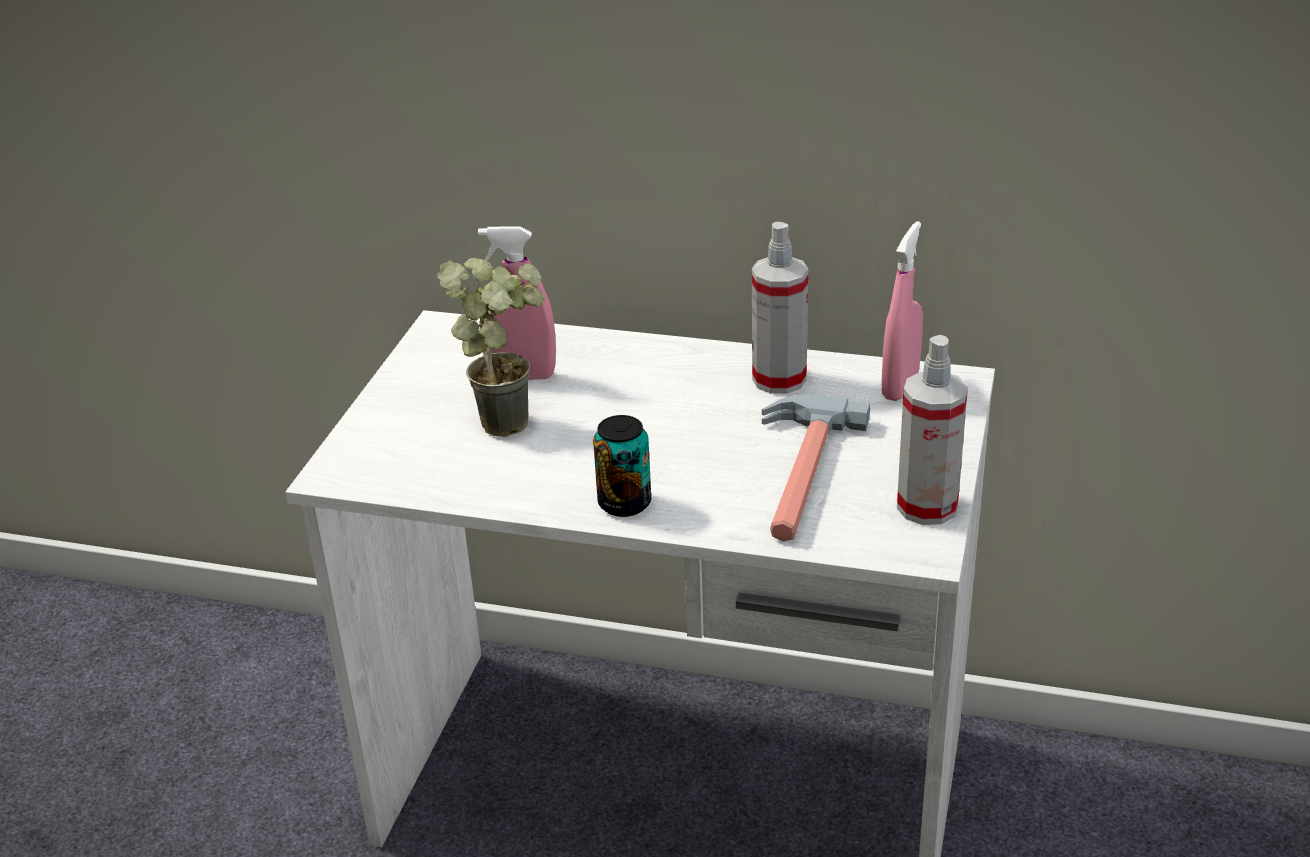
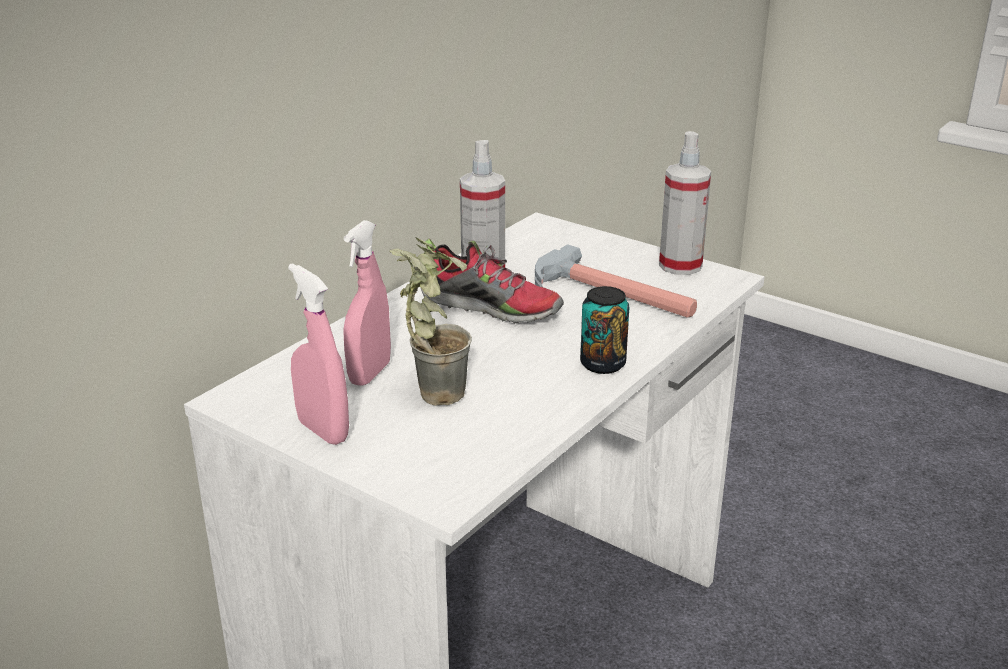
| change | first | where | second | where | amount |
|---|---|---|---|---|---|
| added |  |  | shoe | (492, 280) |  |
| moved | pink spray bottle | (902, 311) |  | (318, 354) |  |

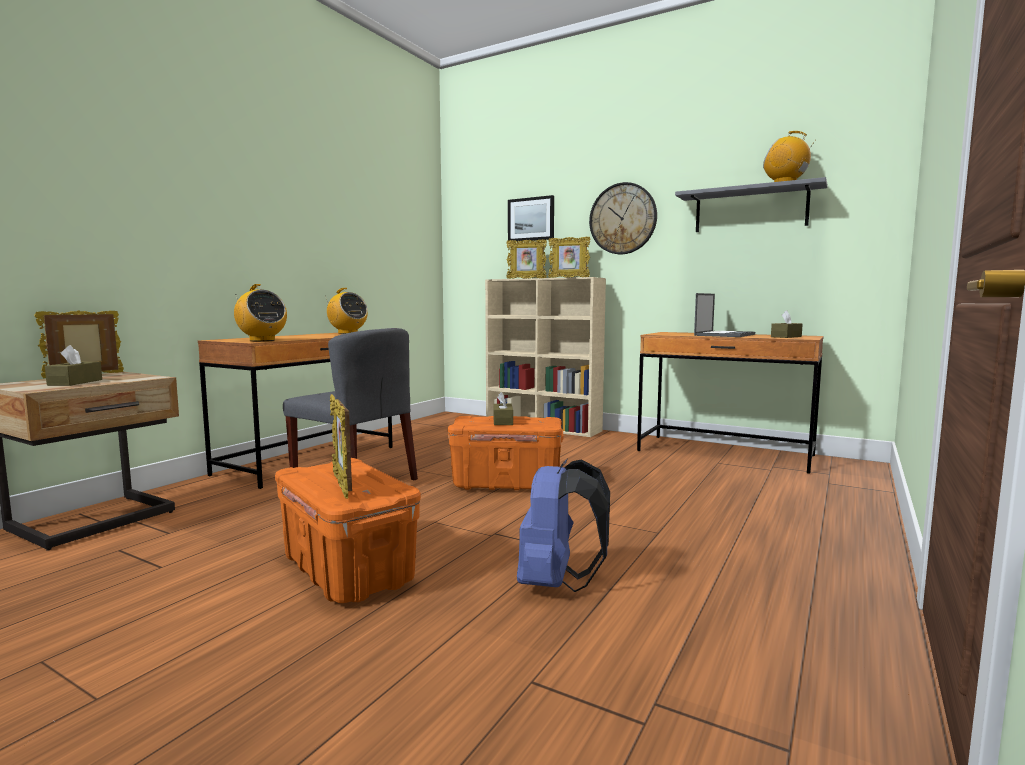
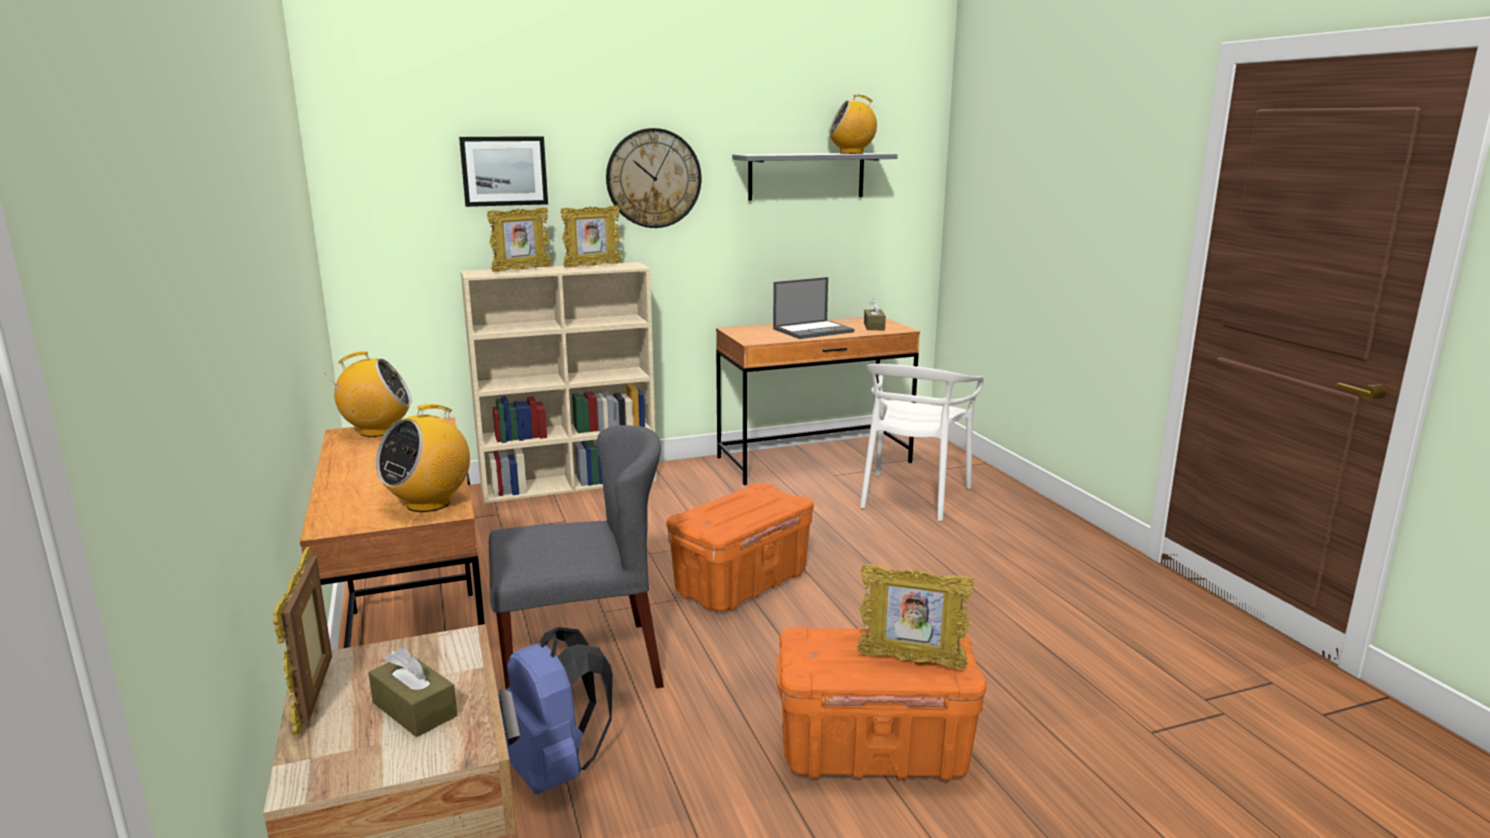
| change | first | where | second | where | amount |
|---|---|---|---|---|---|
| removed | brown tissue box | (503, 408) |  |  |  |
| added |  |  | white chair | (922, 442) |  |
| moved | blue backpack | (563, 525) |  | (555, 710) |  |
| turned | radio | (260, 312) |  | (423, 458) | 135 degrees clockwise |
| turned | laptop | (724, 315) |  | (814, 308) | 75 degrees clockwise |

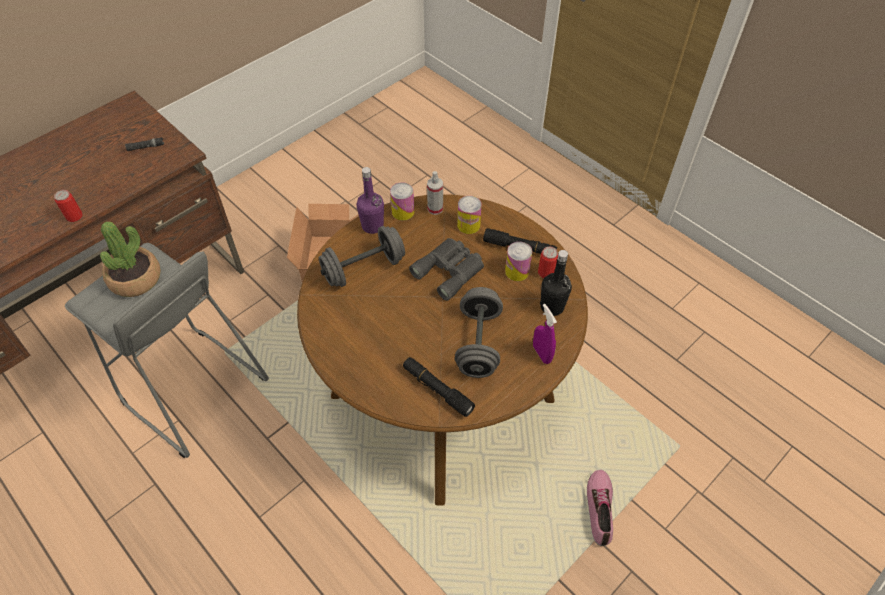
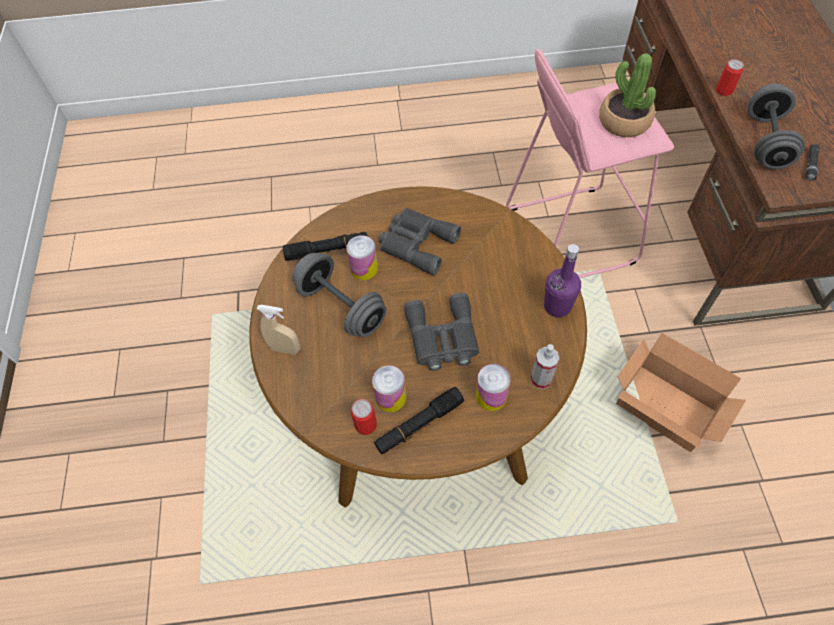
| change | first | where | second | where | amount |
|---|---|---|---|---|---|
| removed | black bottle | (556, 283) |  |  |  |
| removed | shoe | (600, 508) |  |  |  |
| added |  |  | grey binoculars | (420, 242) |  |
| moved | grey dumbbell | (362, 256) |  | (776, 126) |  |
| moved | can | (402, 201) |  | (362, 257) |  |
| recoloured | grey stool | (167, 350) | pink stool | (590, 163) |  |
| recoloured | purple spray bottle | (545, 334) | beige spray bottle | (278, 329) |  |

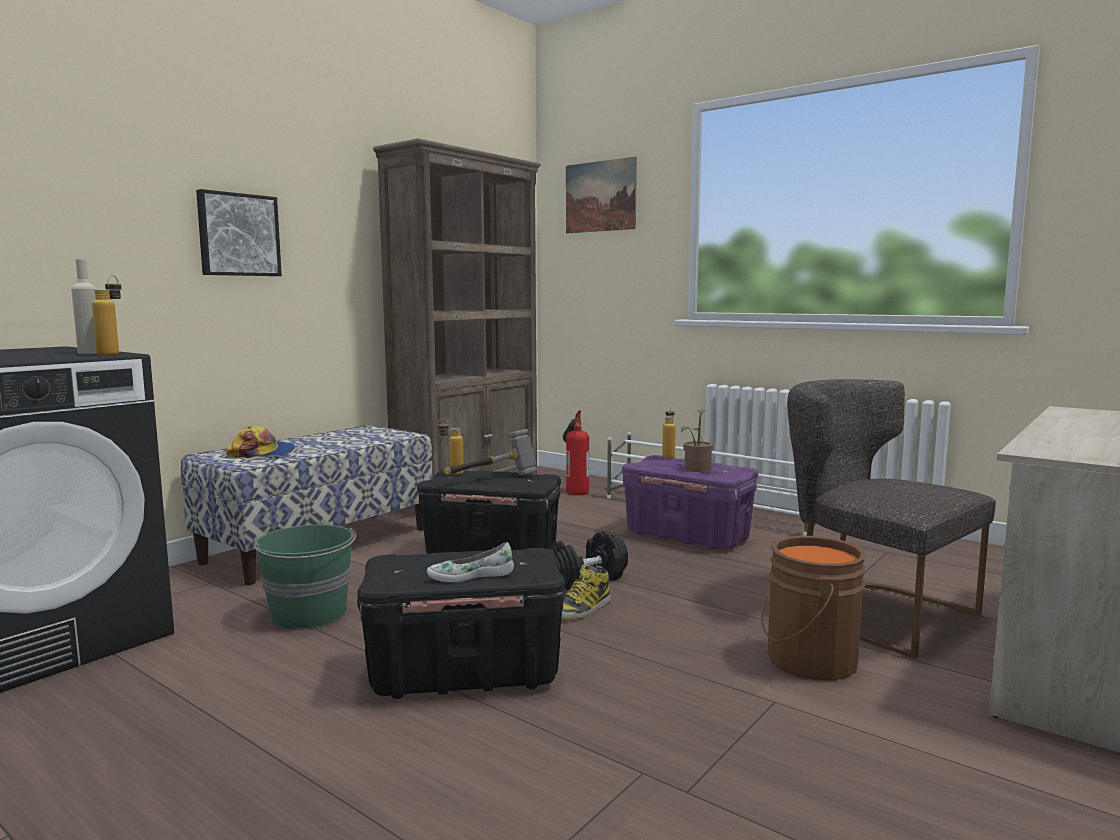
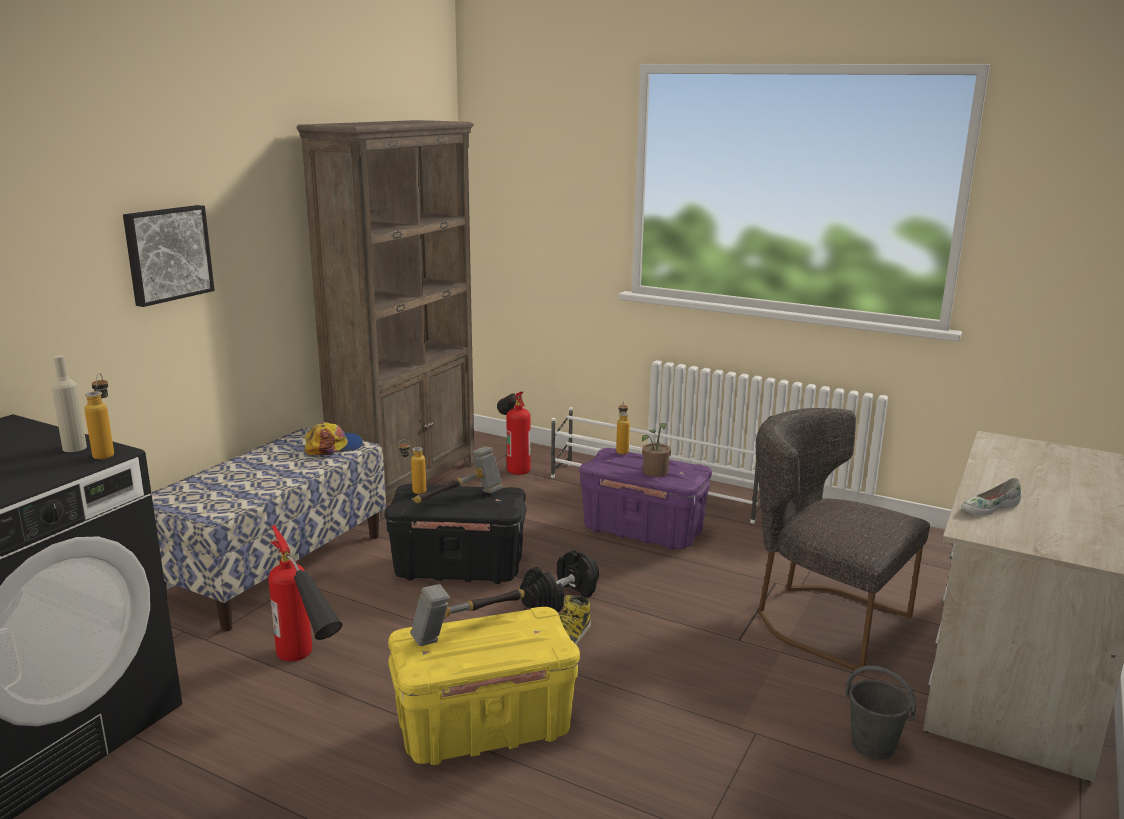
| change | first | where | second | where | amount |
|---|---|---|---|---|---|
| removed | picture | (601, 195) |  |  |  |
| removed | brown bucket | (813, 608) |  |  |  |
| added |  |  | hammer | (467, 615) |  |
| added |  |  | grey bucket | (880, 712) |  |
| moved | cap | (260, 442) |  | (334, 438) |  |
| moved | white shoe | (470, 562) |  | (991, 496) |  |
| replaced | green bucket | (304, 577) | fire extinguisher | (305, 593) |  |
| recoloured | black storage box | (461, 623) | yellow storage box | (484, 686) |  |

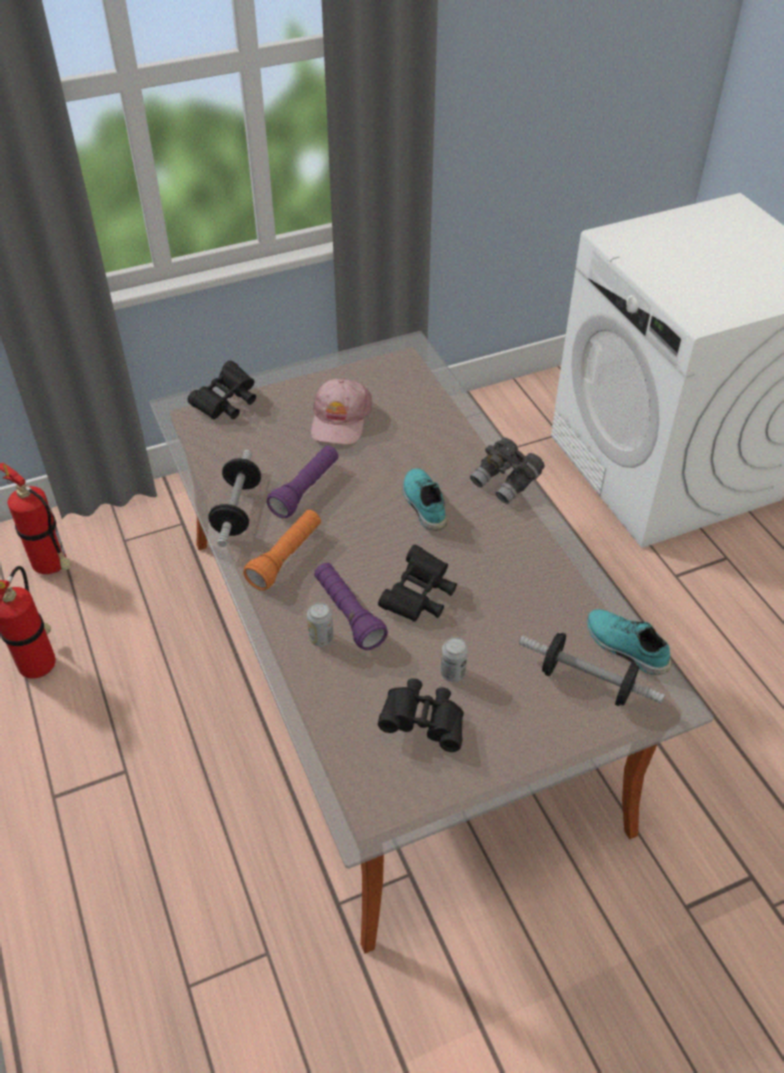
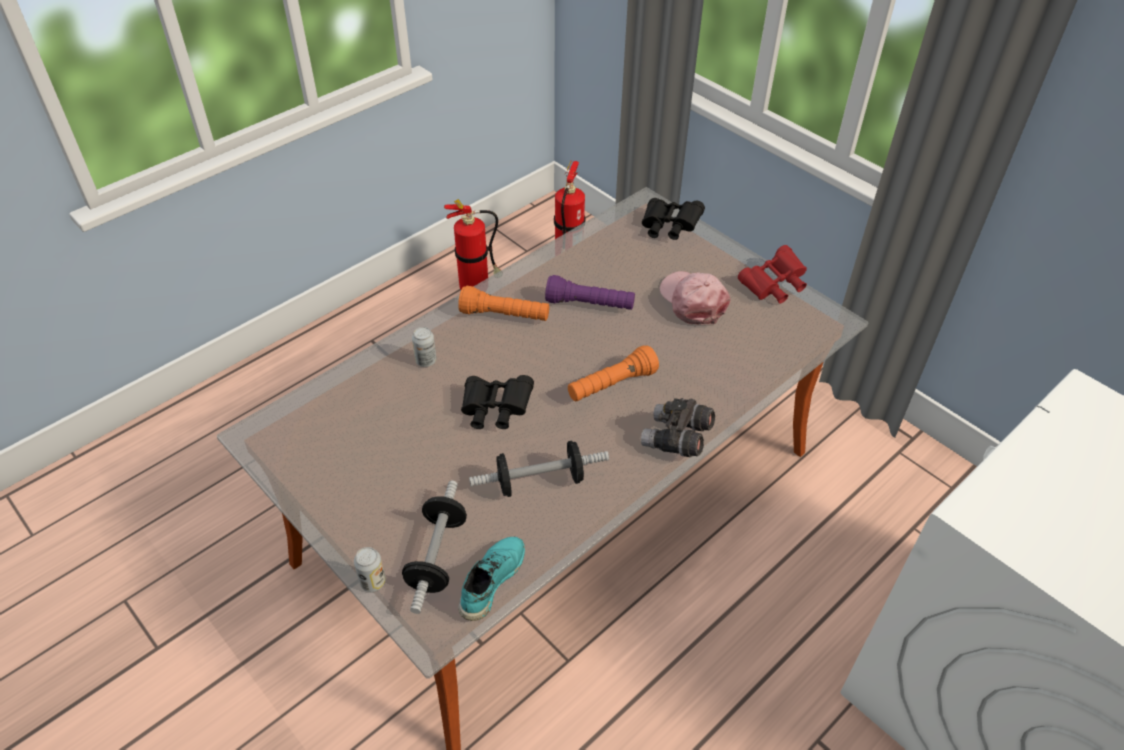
| change | first | where | second | where | amount |
|---|---|---|---|---|---|
| removed | purple flashlight | (351, 606) |  |  |  |
| removed | black binoculars | (421, 715) |  |  |  |
| added |  |  | red binoculars | (772, 274) |  |
| moved | dumbbell | (234, 498) |  | (539, 469) |  |
| moved | can | (454, 659) |  | (370, 569) |  |
| replaced | turquoise shoe | (425, 499) | orange flashlight | (613, 373) |  |
| turned | pink cap | (341, 412) |  | (695, 298) | 75 degrees clockwise |

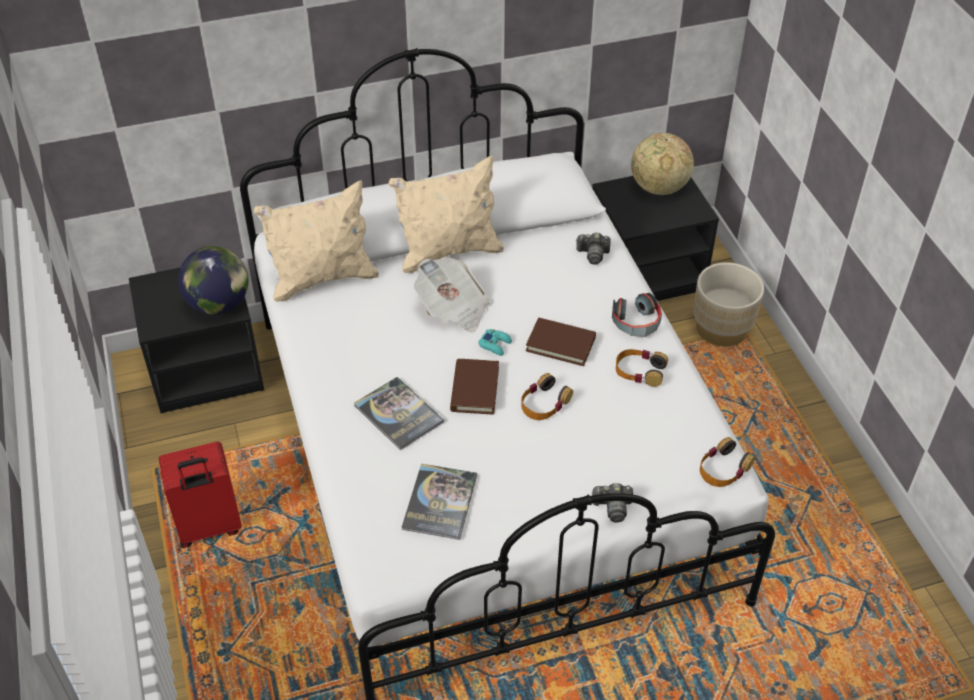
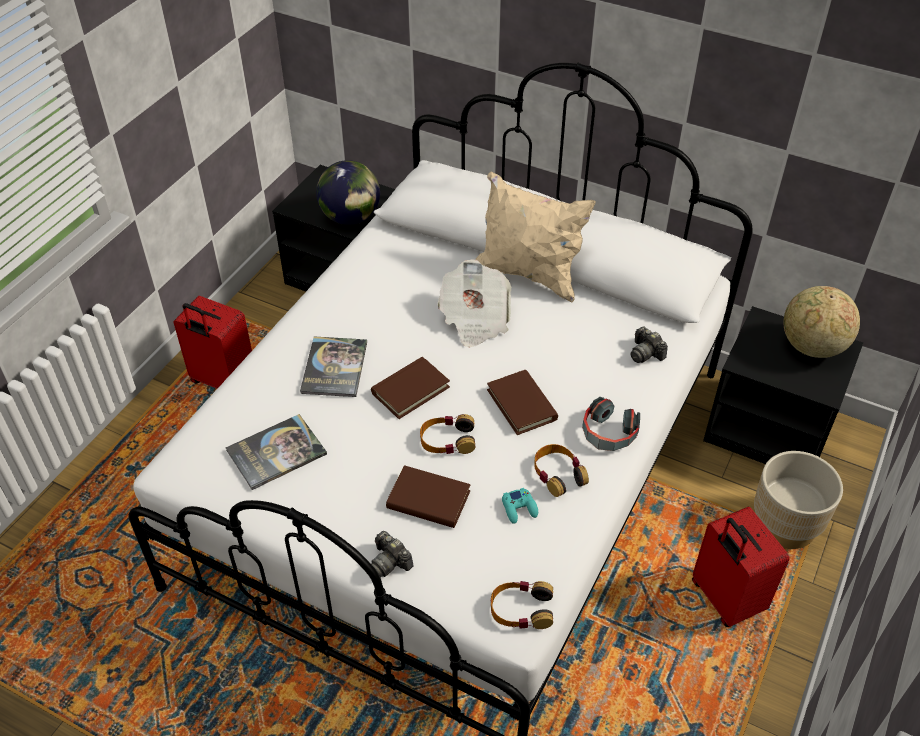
| change | first | where | second | where | amount |
|---|---|---|---|---|---|
| removed | beige pillow | (316, 241) |  |  |  |
| added |  |  | brown book | (428, 496) |  |
| added |  |  | red suitcase | (741, 567) |  |
| moved | turquoise game controller | (495, 342) |  | (520, 506) |  |

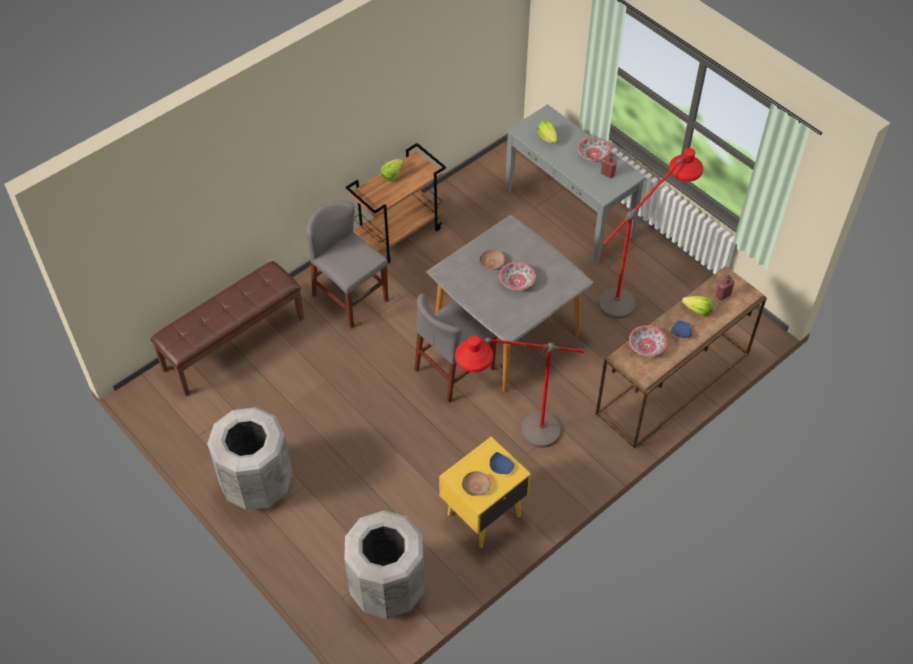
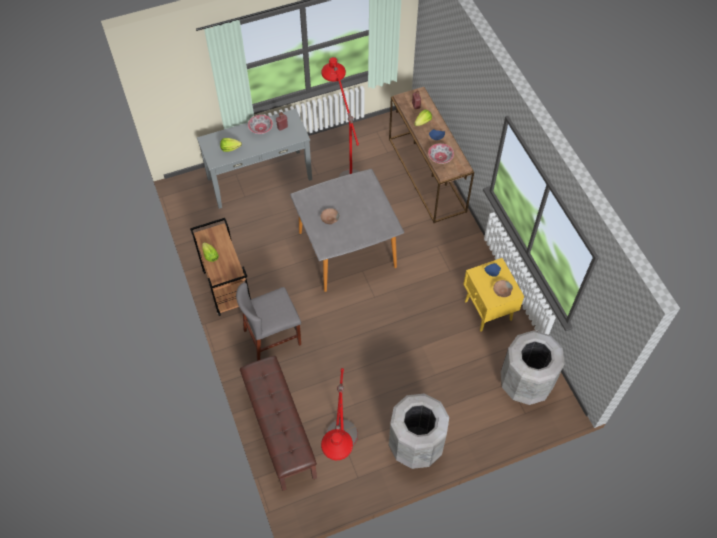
| change | first | where | second | where | amount |
|---|---|---|---|---|---|
| removed | grey chair | (456, 347) |  |  |  |
| removed | bowl | (518, 276) |  |  |  |
| moved | red floor lamp | (519, 391) |  | (339, 414) |  |

